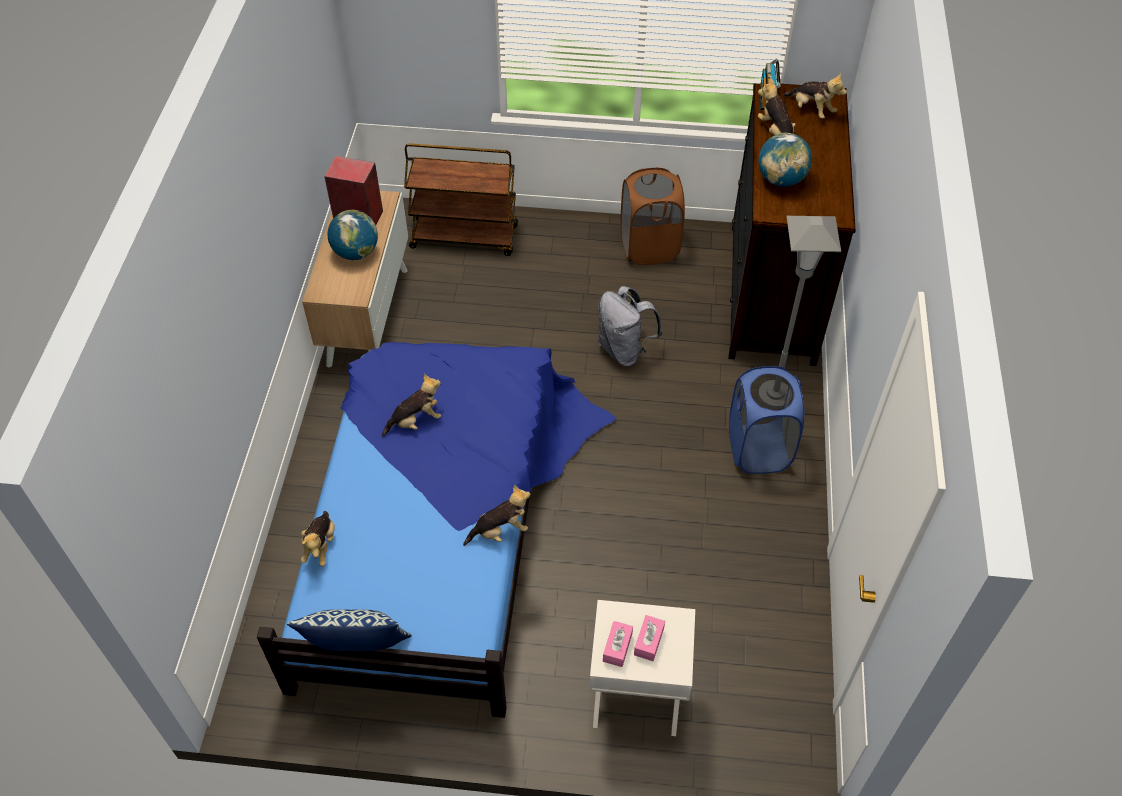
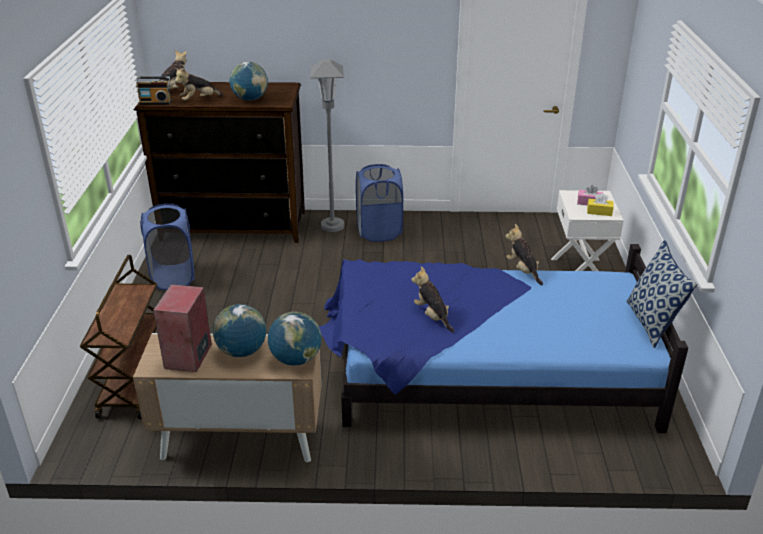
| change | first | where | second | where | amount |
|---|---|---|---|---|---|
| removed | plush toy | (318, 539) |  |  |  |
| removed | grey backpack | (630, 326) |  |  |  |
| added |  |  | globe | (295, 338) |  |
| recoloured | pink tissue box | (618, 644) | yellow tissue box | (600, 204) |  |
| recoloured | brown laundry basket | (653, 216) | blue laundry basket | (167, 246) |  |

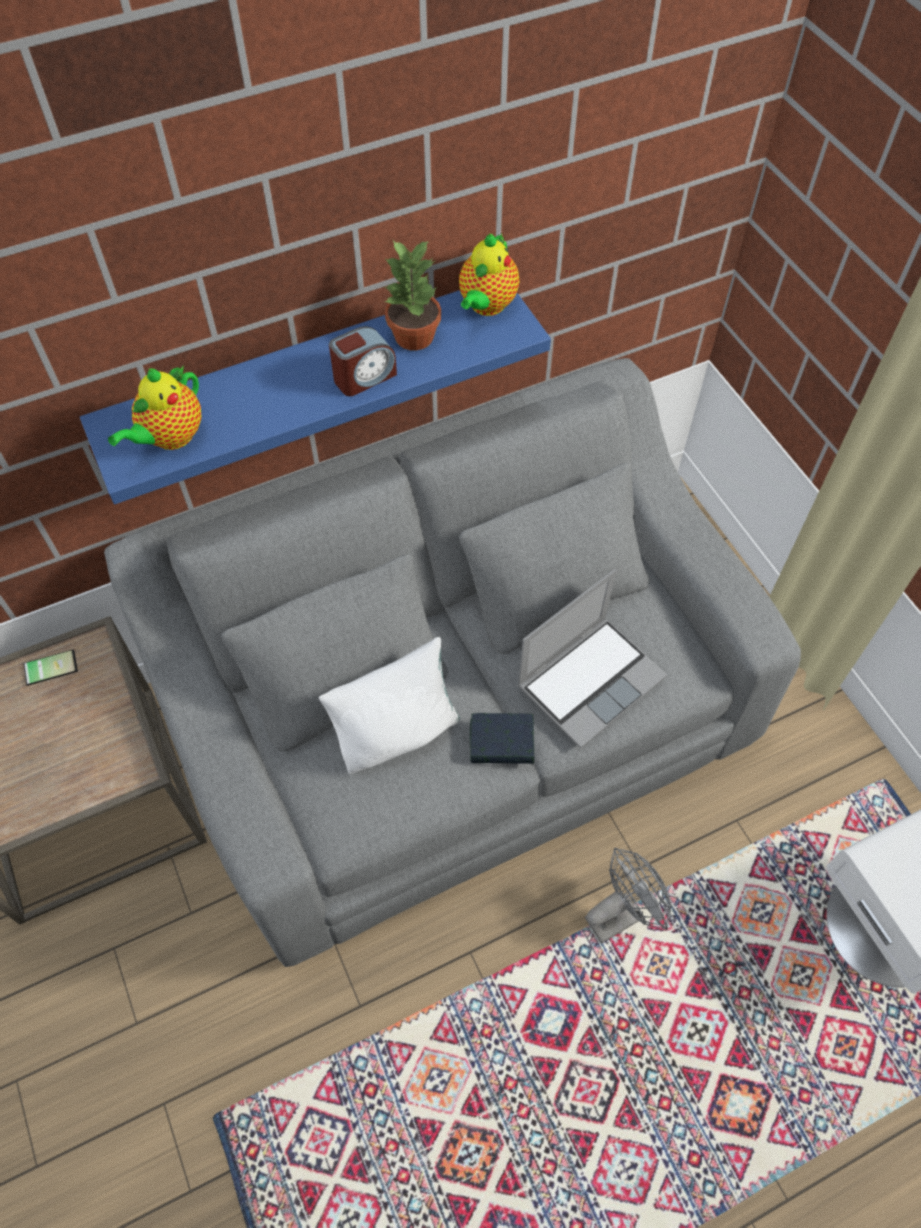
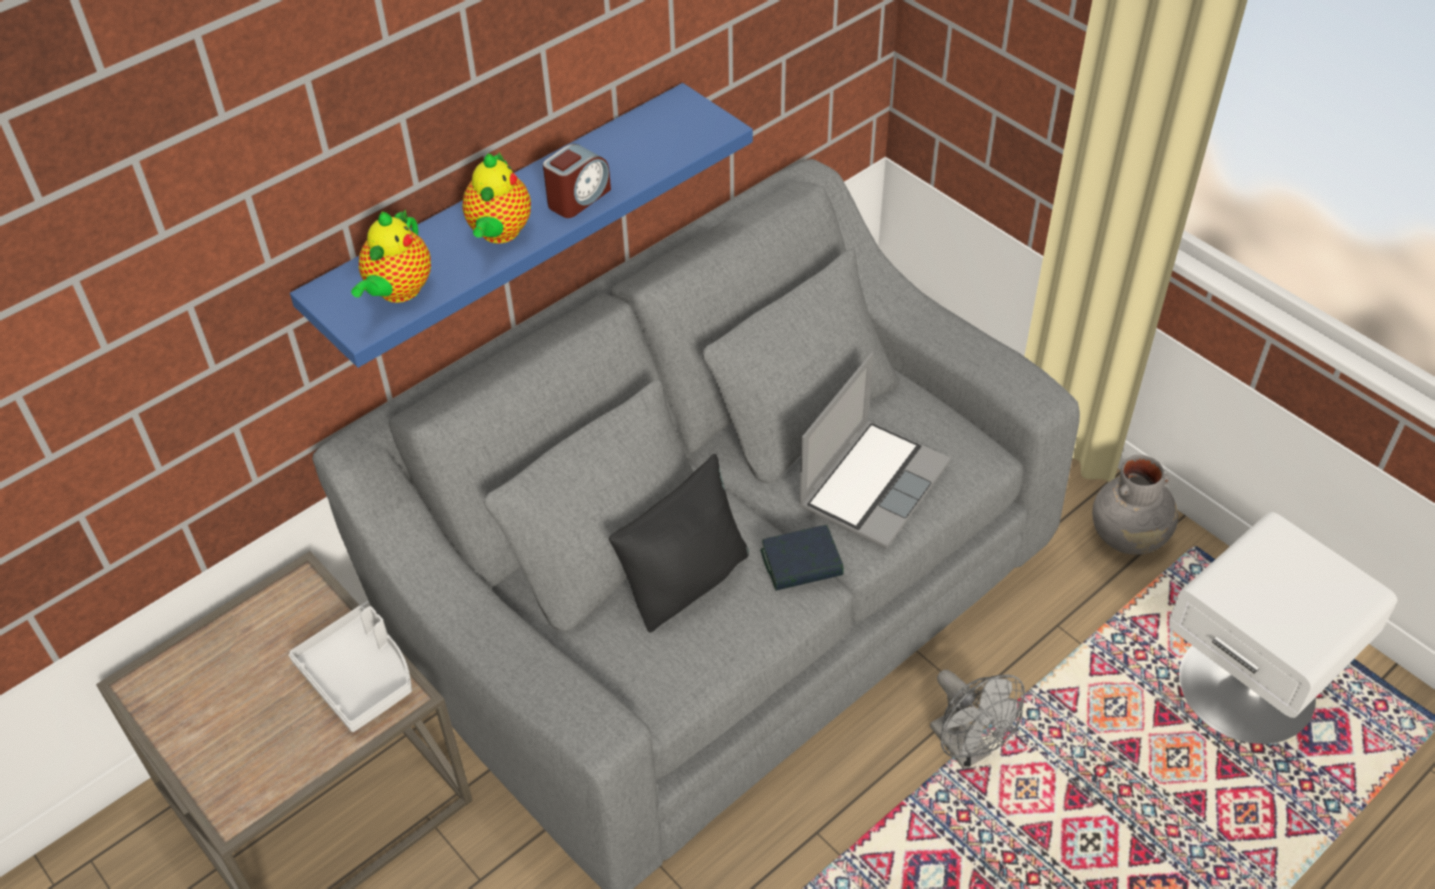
| change | first | where | second | where | amount |
|---|---|---|---|---|---|
| removed | phone | (50, 667) |  |  |  |
| removed | potted plant | (412, 295) |  |  |  |
| added |  |  | grey tray | (350, 669) |  |
| added |  |  | grey vase | (1135, 505) |  |
| moved | teapot | (489, 275) |  | (496, 198) |  |
| recoloured | white pillow | (389, 705) | black pillow | (679, 543) |  |
| turned | grey fan | (628, 896) |  | (977, 720) | 105 degrees clockwise |

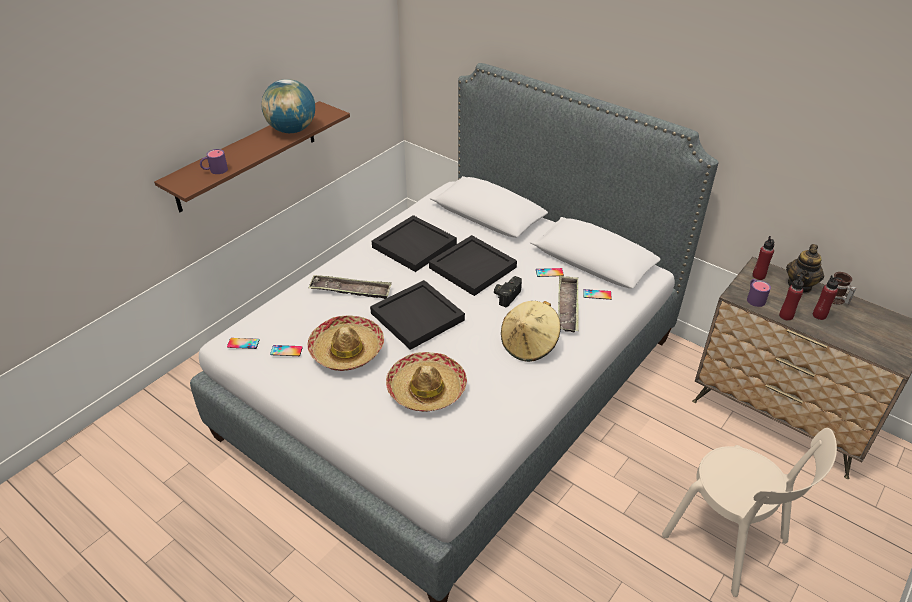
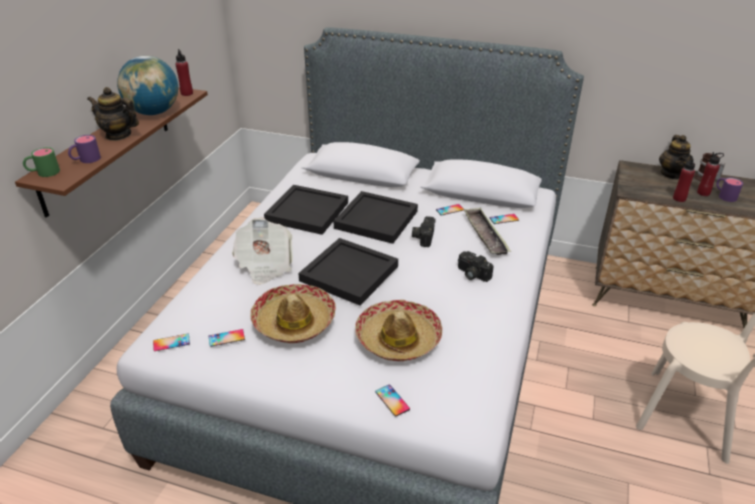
| change | first | where | second | where | amount |
|---|---|---|---|---|---|
| added |  |  | green mug | (41, 162) |  |
| added |  |  | teapot | (113, 114) |  |
| added |  |  | phone | (392, 400) |  |
| moved | purple mug | (759, 293) |  | (729, 190) |  |
| moved | red bottle | (763, 258) |  | (184, 72) |  |
| replaced | tray | (350, 287) | newspaper | (262, 251) |  |
| replaced | beige hat | (531, 331) | photo camera | (476, 266) |  |

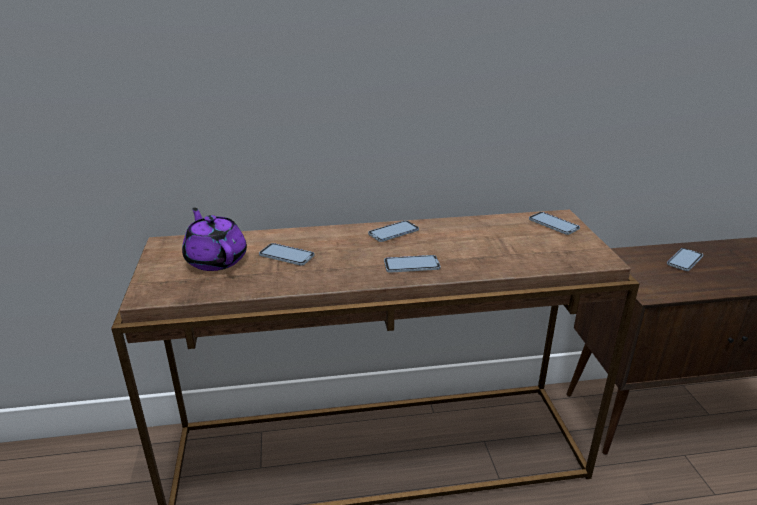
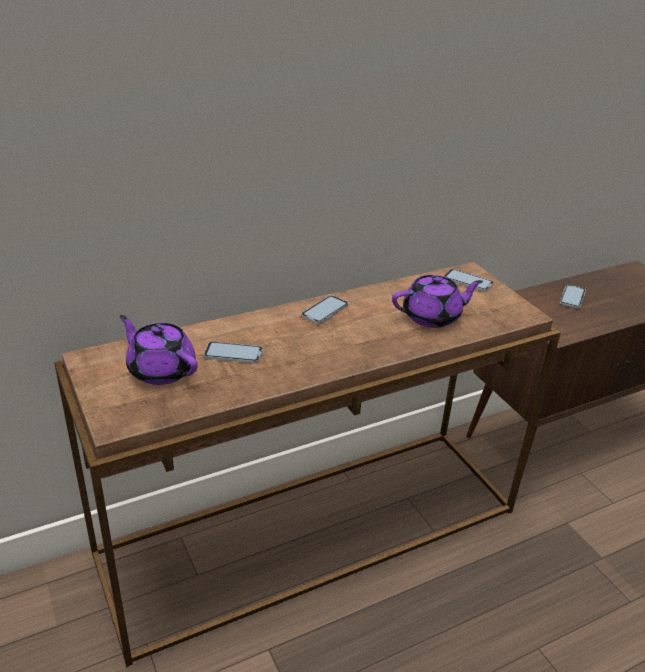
| change | first | where | second | where | amount |
|---|---|---|---|---|---|
| removed | phone | (412, 264) |  |  |  |
| added |  |  | purple teapot | (437, 301) |  |

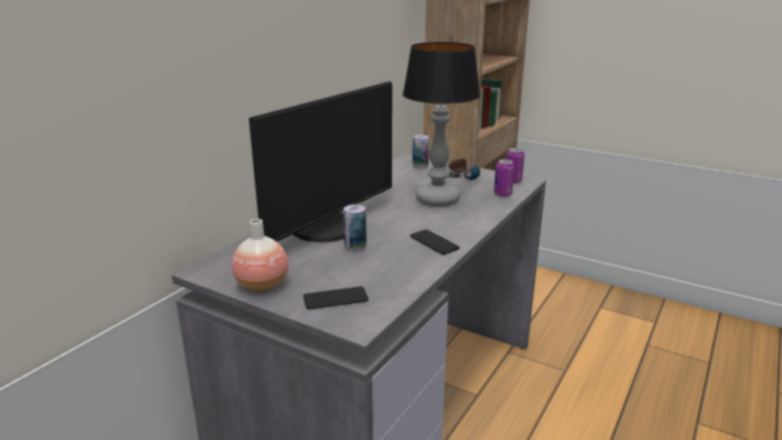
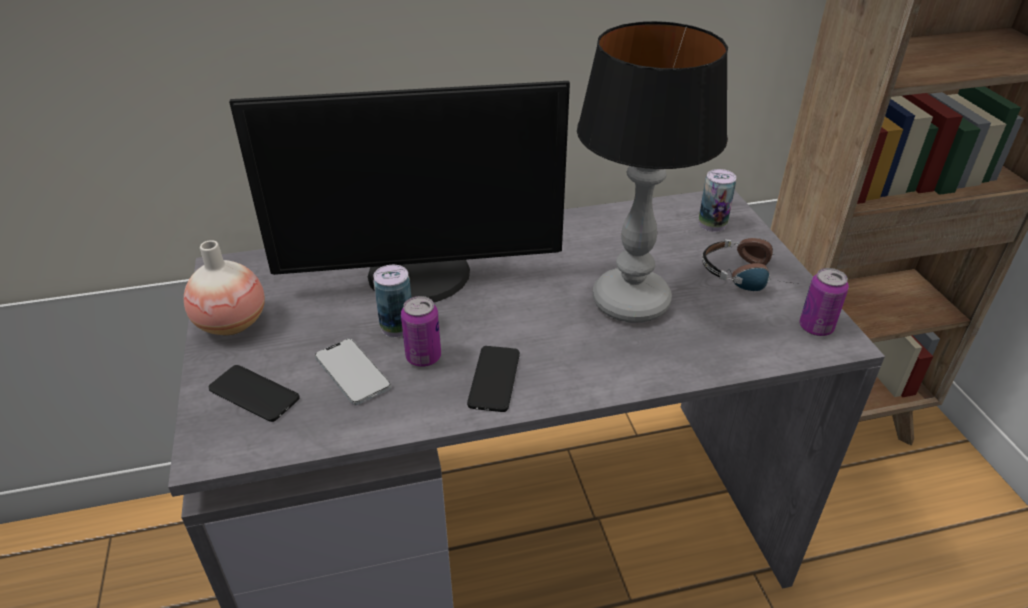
| change | first | where | second | where | amount |
|---|---|---|---|---|---|
| added |  |  | phone | (353, 371) |  |
| moved | can | (504, 178) |  | (421, 331) |  |

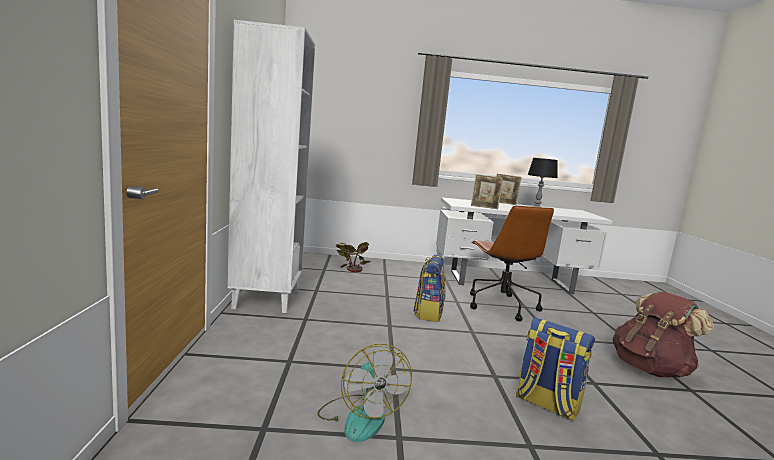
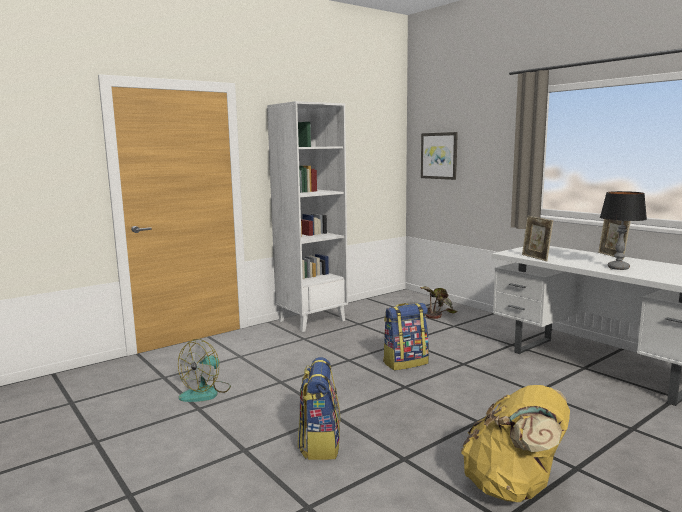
| change | first | where | second | where | amount |
|---|---|---|---|---|---|
| removed | brown office chair | (512, 263) |  |  |  |
| added |  |  | picture | (439, 156) |  |
| recoloured | brown backpack | (663, 335) | yellow backpack | (515, 443) |  |

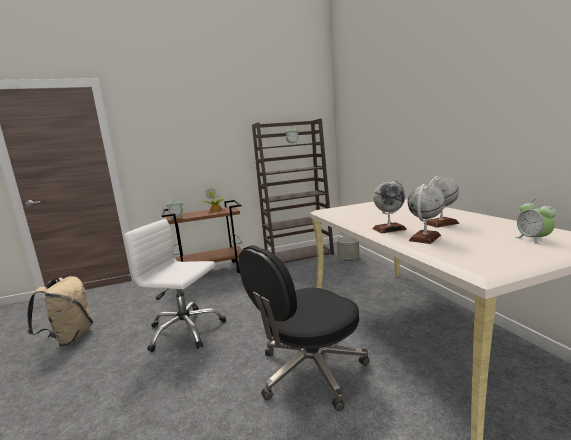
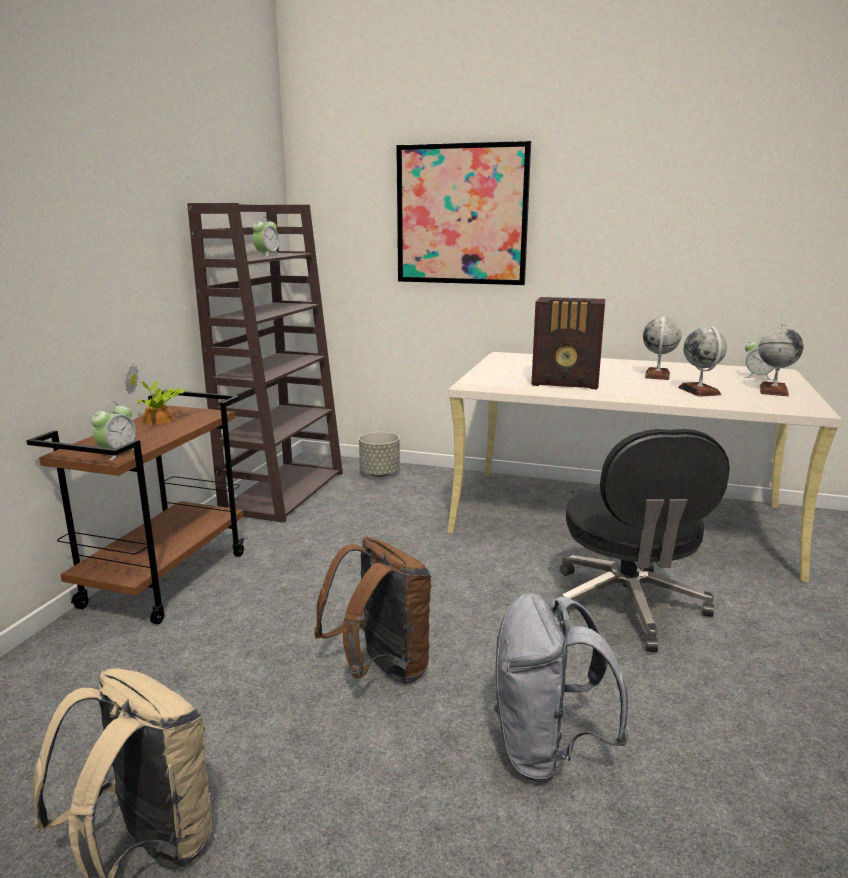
| change | first | where | second | where | amount |
|---|---|---|---|---|---|
| added |  |  | picture | (463, 213) |  |
| added |  |  | grey backpack | (561, 688) |  |
| added |  |  | radio | (568, 343) |  |
| moved | globe | (389, 206) |  | (780, 360) |  |
| replaced | white office chair | (175, 285) | brown backpack | (373, 610) |  |

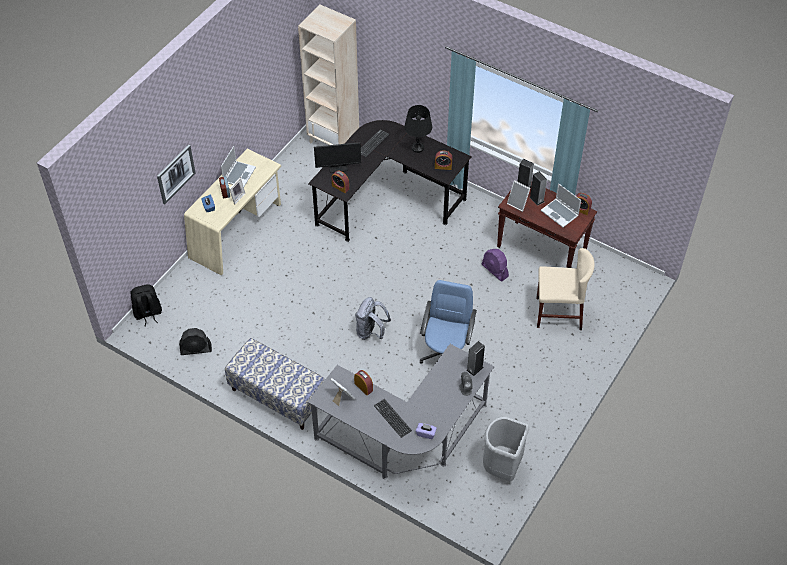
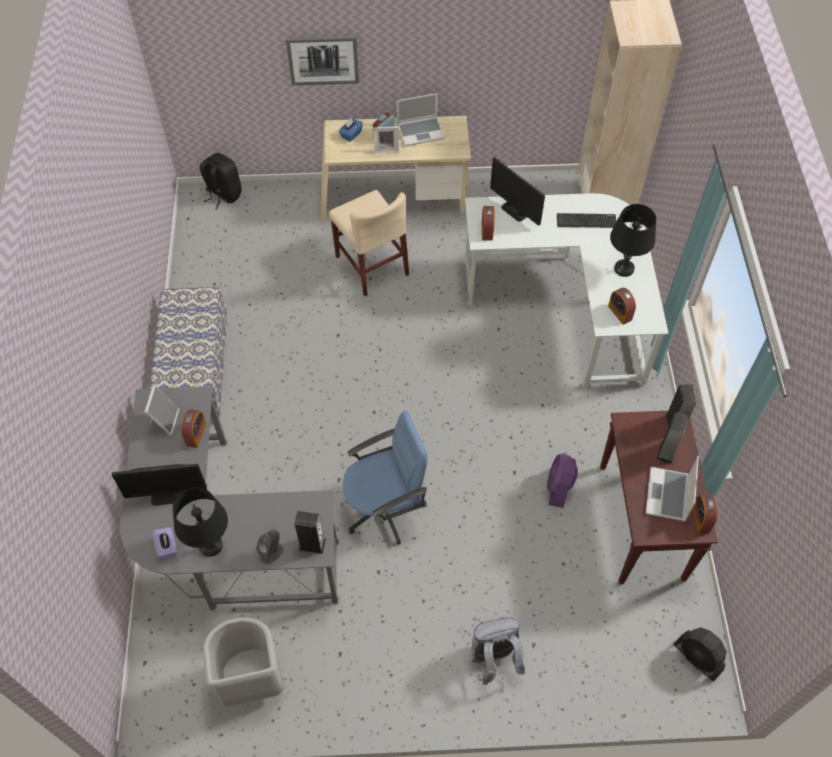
| change | first | where | second | where | amount |
|---|---|---|---|---|---|
| removed | picture frame | (518, 196) |  |  |  |
| added |  |  | black table lamp | (200, 522) |  |
| moved | black fan | (195, 341) |  | (700, 654) |  |
| moved | grey backpack | (373, 318) |  | (498, 651) |  |
| moved | beige chair | (565, 289) |  | (369, 243) |  |
| replaced | keyboard | (393, 418) | monitor | (159, 484) |  |
| recoloured | black desk | (390, 181) | white desk | (566, 291) |  |

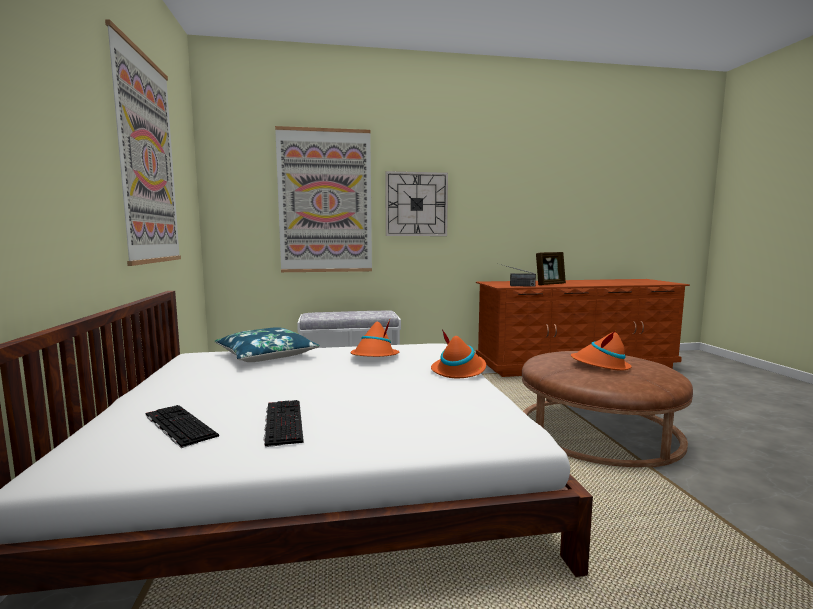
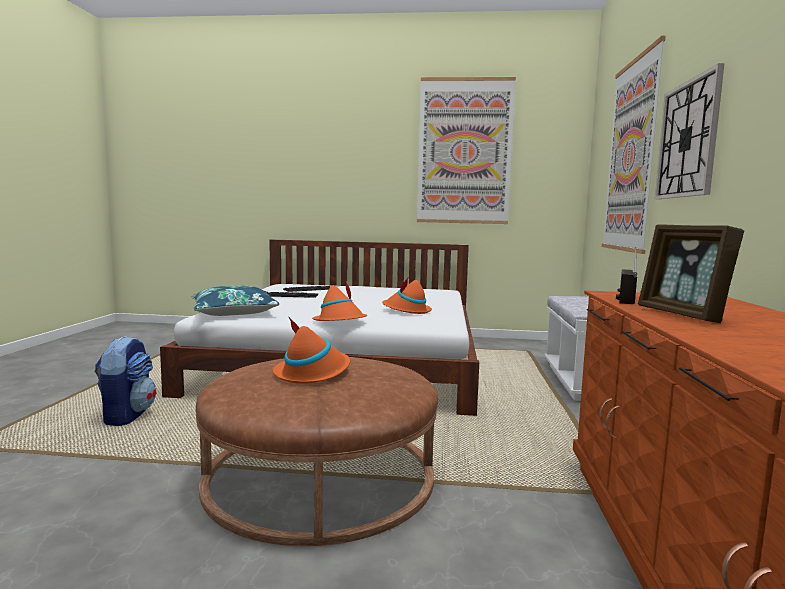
| change | first | where | second | where | amount |
|---|---|---|---|---|---|
| added |  |  | backpack | (125, 381) |  |
| moved | blue pillow | (267, 344) |  | (236, 300) |  |

